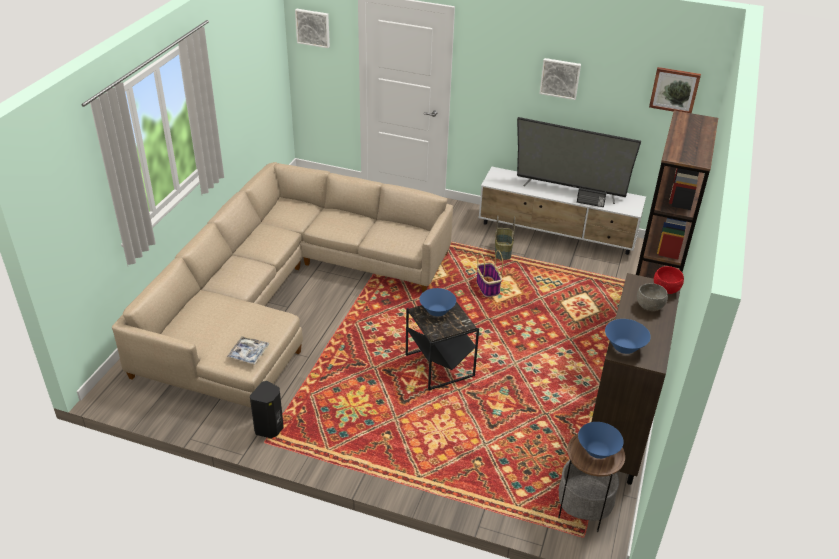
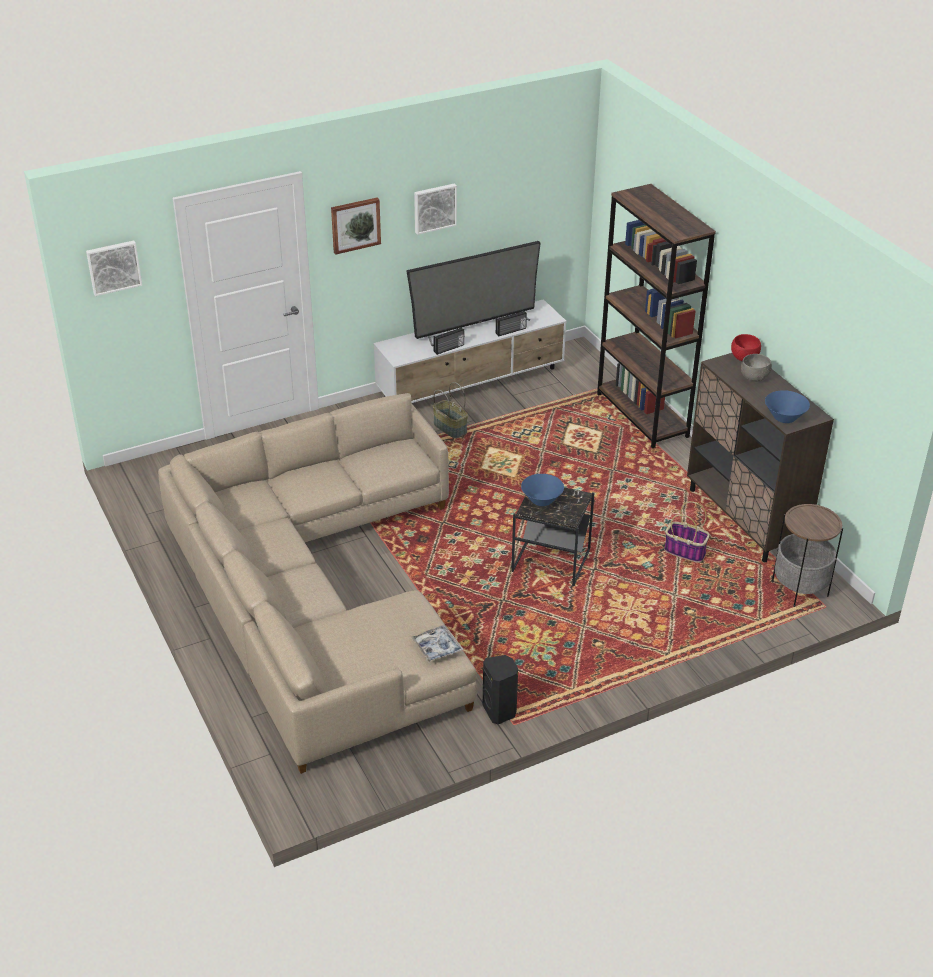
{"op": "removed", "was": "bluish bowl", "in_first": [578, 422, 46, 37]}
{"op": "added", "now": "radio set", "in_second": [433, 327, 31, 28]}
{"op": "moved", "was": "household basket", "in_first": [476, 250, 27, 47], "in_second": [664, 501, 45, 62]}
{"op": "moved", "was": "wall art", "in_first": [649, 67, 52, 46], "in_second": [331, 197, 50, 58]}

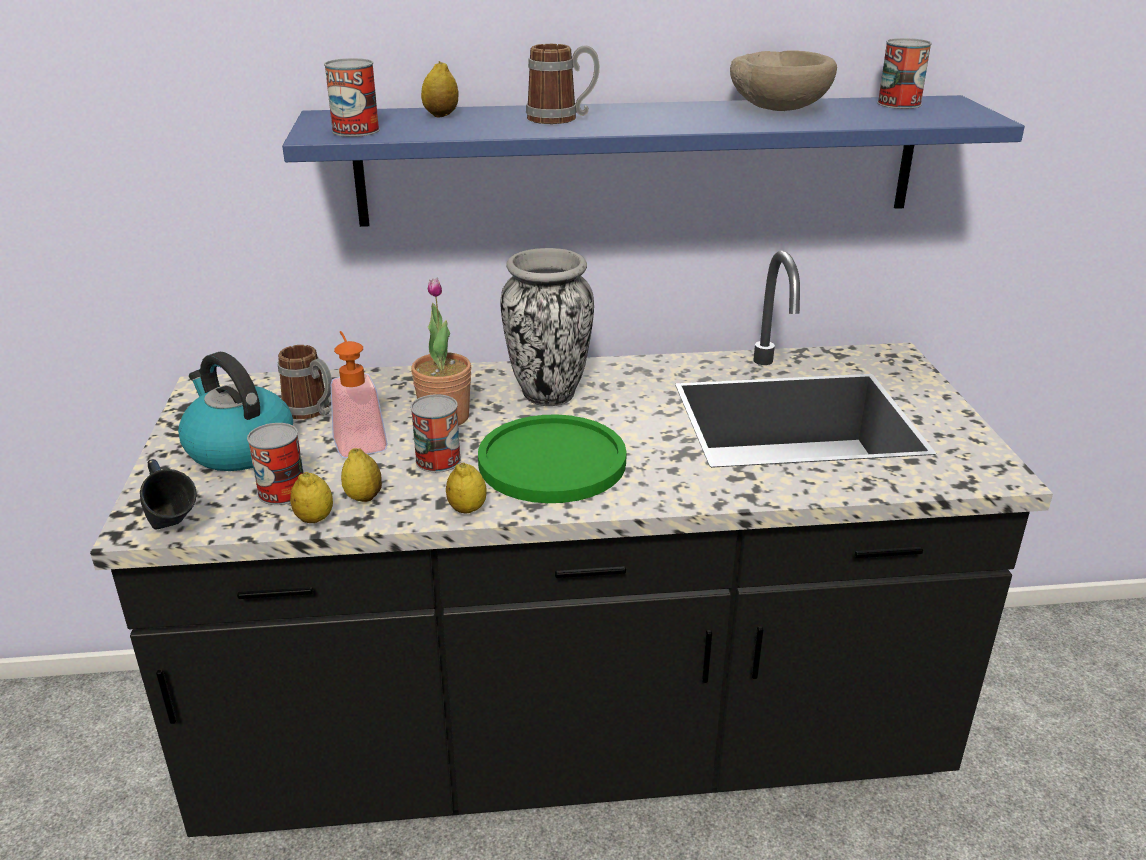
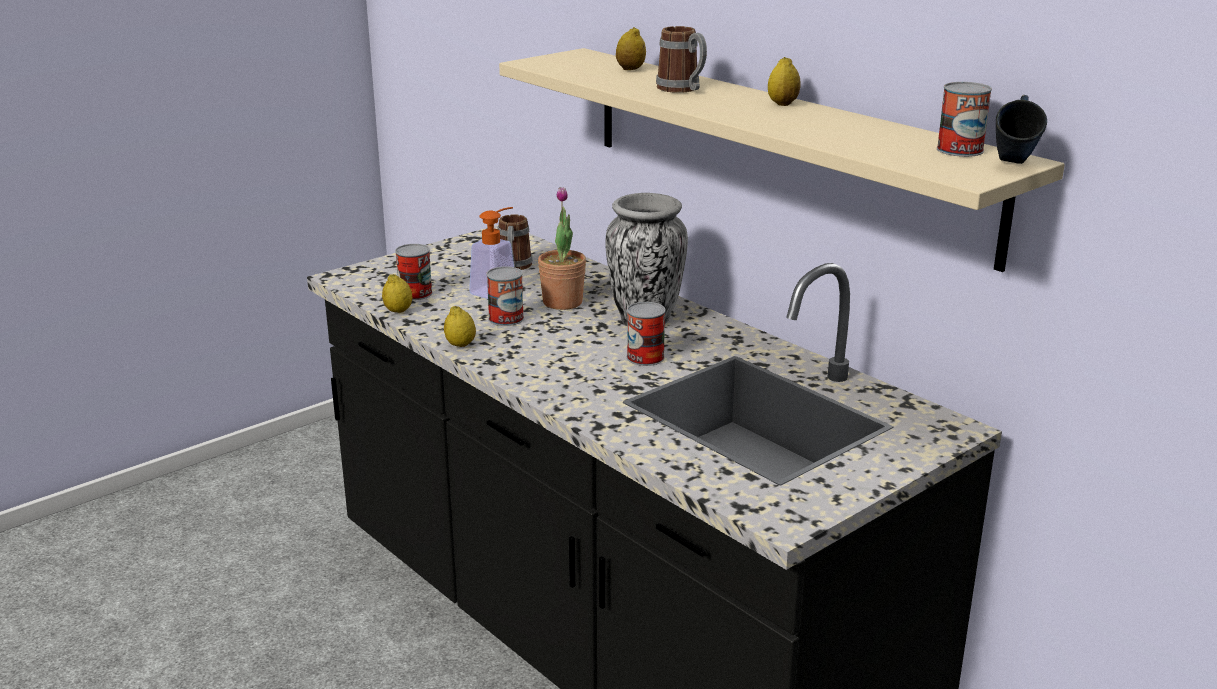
{"op": "removed", "was": "kettle", "in_first": [178, 352, 115, 119]}
{"op": "removed", "was": "green plate", "in_first": [478, 414, 149, 89]}
{"op": "removed", "was": "beige bowl", "in_first": [730, 50, 107, 61]}
{"op": "moved", "was": "bluish mug", "in_first": [140, 459, 57, 70], "in_second": [996, 95, 51, 69]}
{"op": "moved", "was": "sealed can", "in_first": [324, 58, 56, 79], "in_second": [627, 302, 39, 64]}
{"op": "moved", "was": "whole lemon", "in_first": [341, 448, 41, 54], "in_second": [768, 57, 33, 49]}
{"op": "recoloured", "was": "bluish bracket shelf", "now": "beige bracket shelf", "in_first": [282, 95, 743, 132], "in_second": [499, 48, 566, 224]}

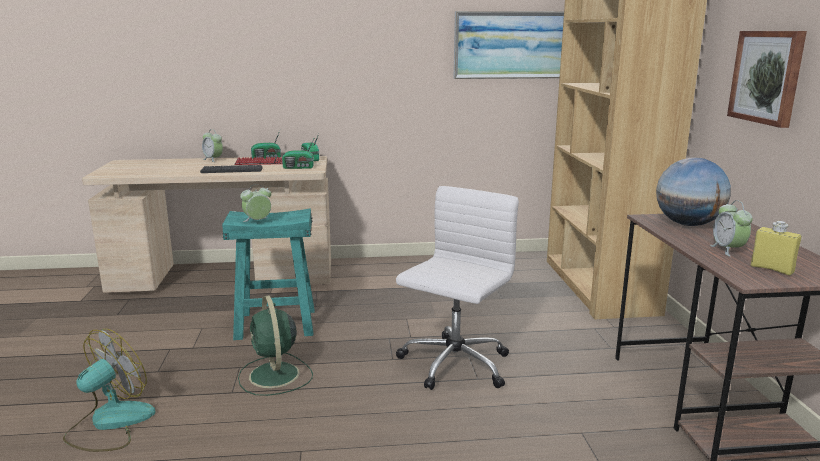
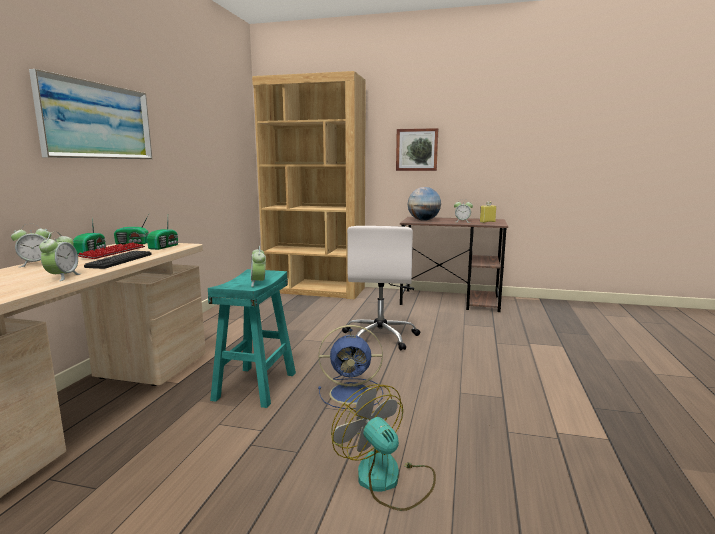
{"op": "added", "now": "alarm clock", "in_second": [39, 232, 42, 49]}
{"op": "moved", "was": "wall art", "in_first": [454, 11, 110, 68], "in_second": [29, 69, 123, 90]}
{"op": "recoloured", "was": "green electric fan", "now": "bluish electric fan", "in_first": [238, 295, 75, 101], "in_second": [318, 325, 65, 84]}
{"op": "turned", "was": "whitish office chair", "in_first": [396, 186, 123, 204], "in_second": [342, 226, 78, 125], "clockwise": -135}

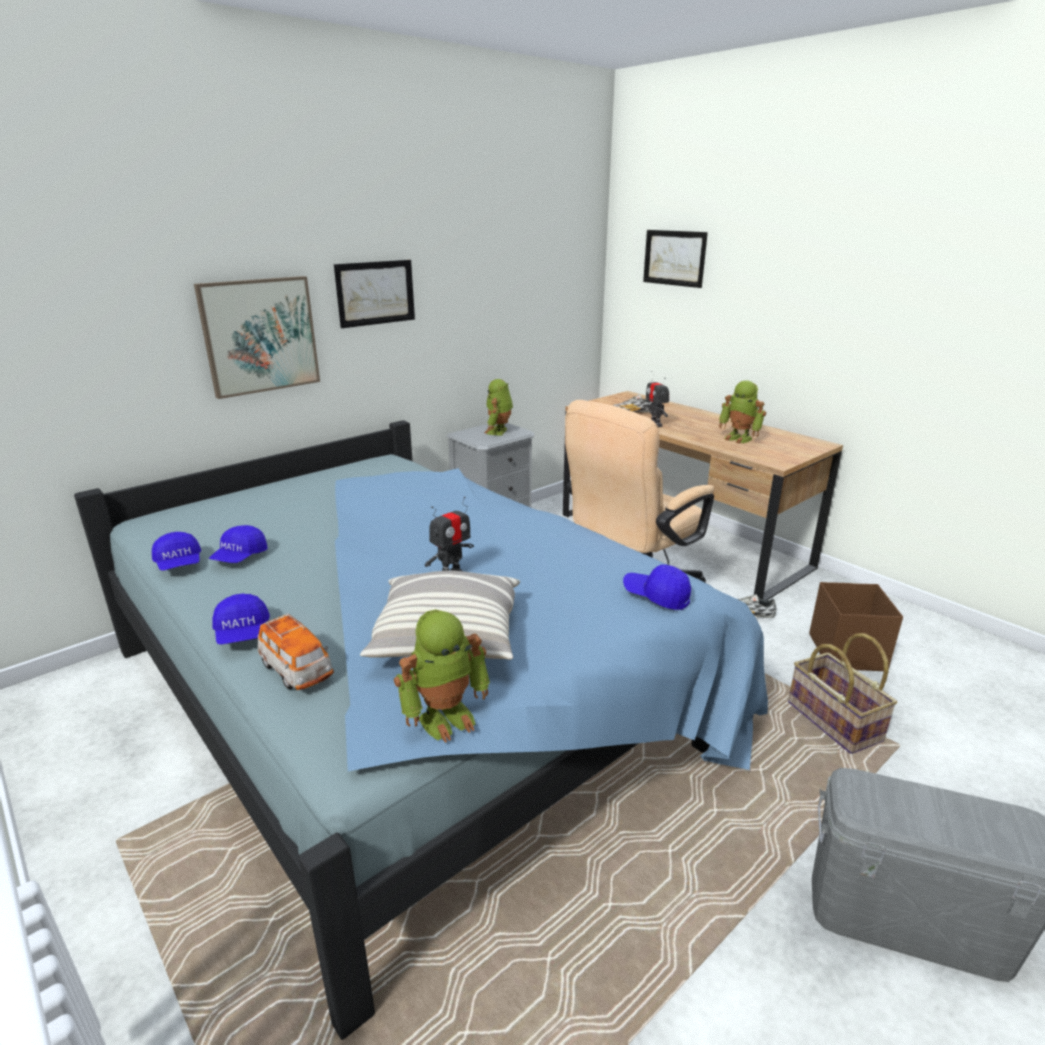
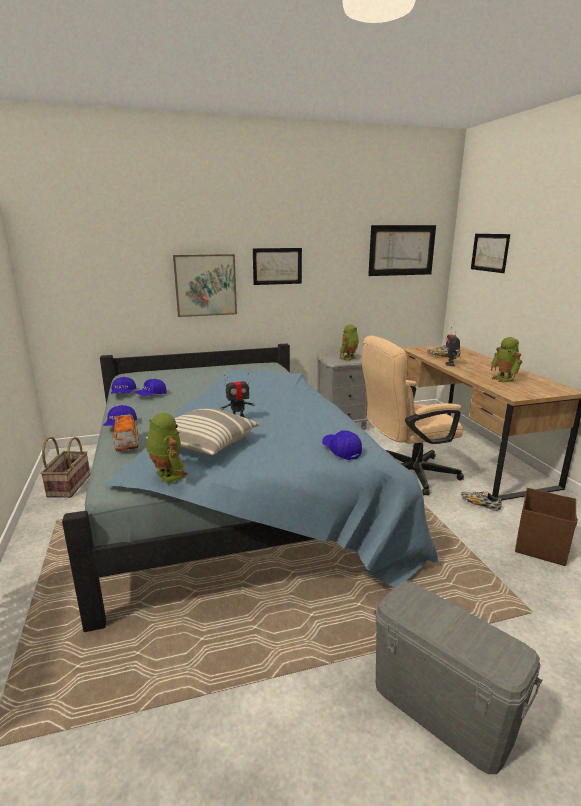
{"op": "added", "now": "wall art", "in_second": [368, 225, 68, 51]}
{"op": "moved", "was": "household basket", "in_first": [788, 633, 109, 121], "in_second": [41, 437, 49, 61]}
{"op": "turned", "was": "model robot", "in_first": [394, 610, 96, 133], "in_second": [146, 413, 42, 70], "clockwise": -120}

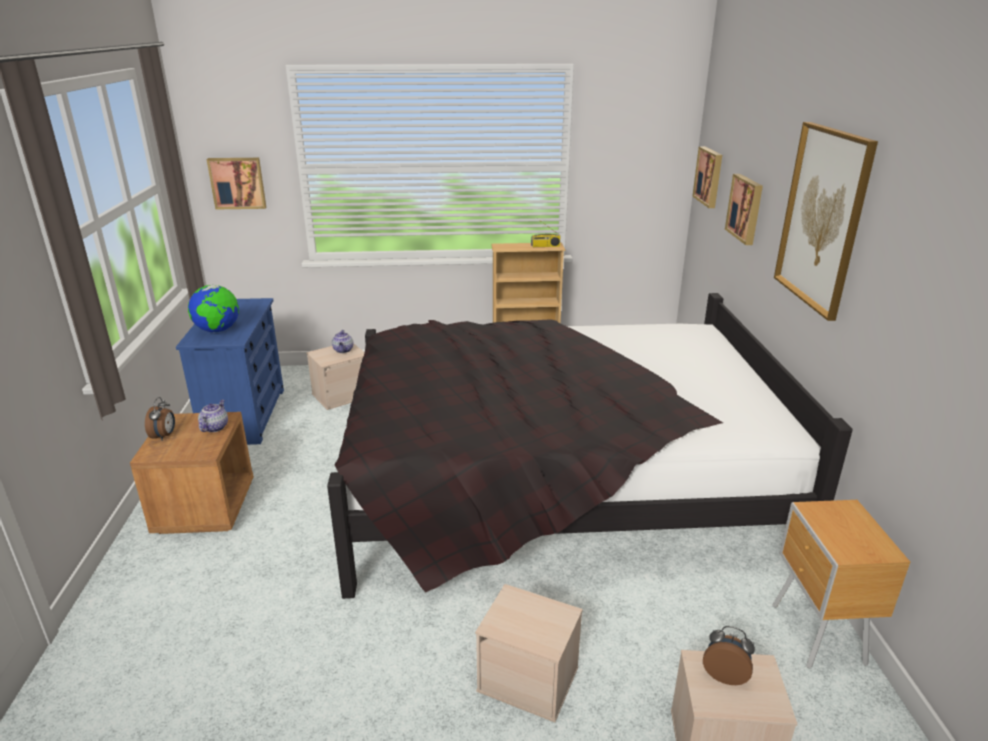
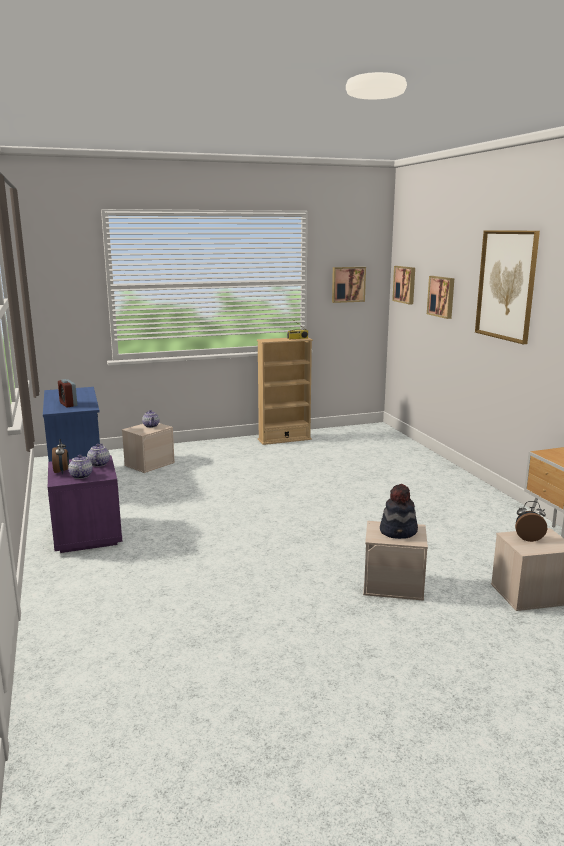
{"op": "removed", "was": "blackish bedroom bed", "in_first": [327, 293, 526, 306]}
{"op": "added", "now": "tea pot", "in_second": [68, 455, 25, 24]}
{"op": "added", "now": "clothing hat", "in_second": [380, 484, 38, 55]}
{"op": "moved", "was": "wall art", "in_first": [207, 158, 59, 51], "in_second": [332, 267, 34, 36]}
{"op": "replaced", "was": "globe", "now": "alarm clock", "in_first": [188, 285, 51, 47], "in_second": [58, 379, 19, 28]}
{"op": "recoloured", "was": "brown-coloured night table", "now": "purplish night table", "in_first": [130, 412, 124, 122], "in_second": [48, 455, 75, 98]}

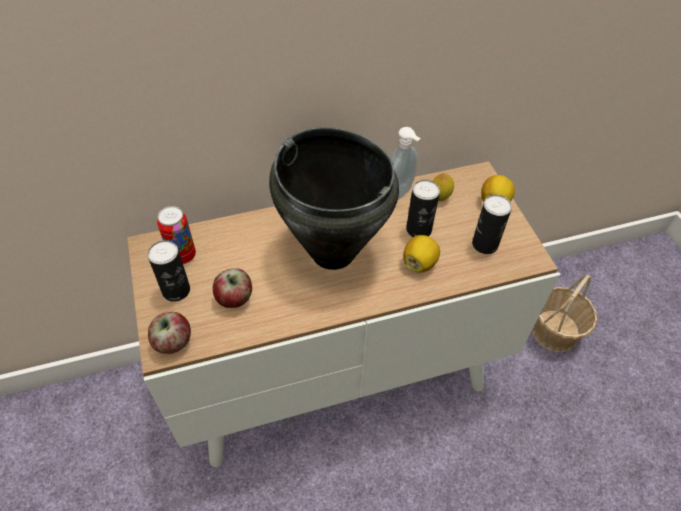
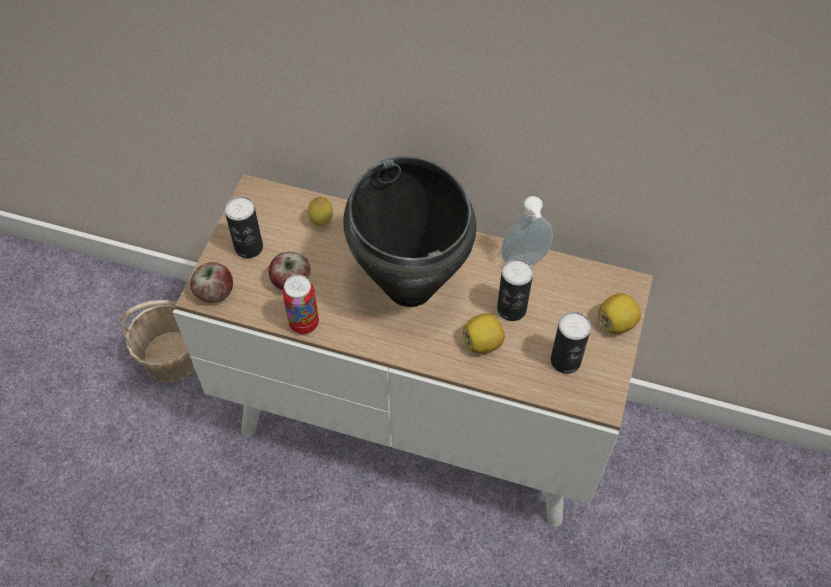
{"op": "moved", "was": "sealed can", "in_first": [157, 206, 39, 58], "in_second": [283, 275, 36, 59]}
{"op": "moved", "was": "whole lemon", "in_first": [433, 173, 21, 28], "in_second": [308, 197, 25, 30]}
{"op": "moved", "was": "household basket", "in_first": [532, 274, 65, 79], "in_second": [120, 300, 75, 83]}

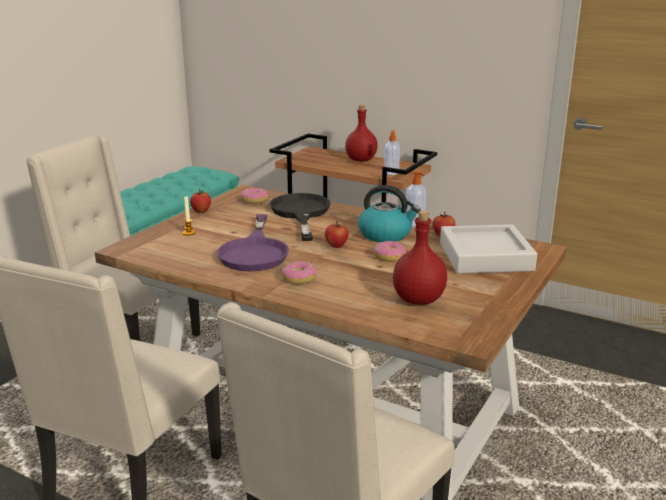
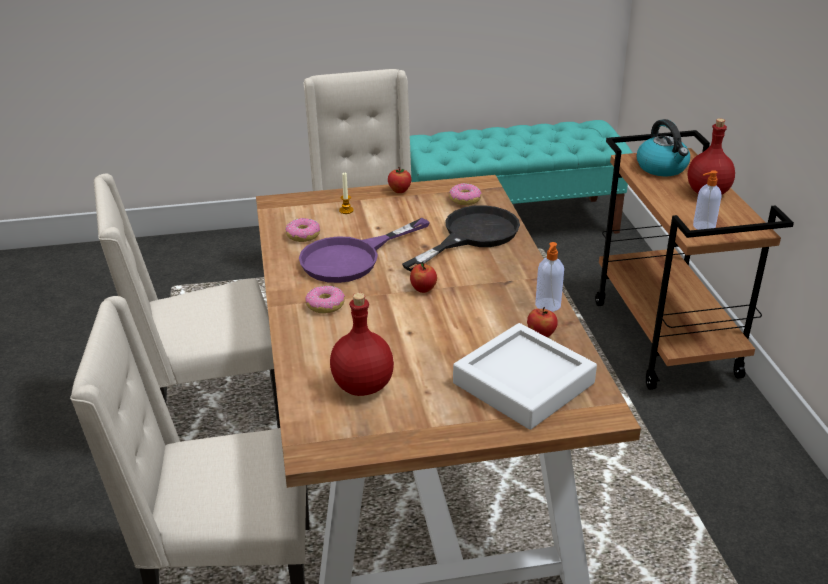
{"op": "moved", "was": "kettle", "in_first": [358, 185, 63, 57], "in_second": [637, 119, 53, 57]}
{"op": "moved", "was": "doughnut", "in_first": [373, 241, 33, 21], "in_second": [285, 218, 35, 24]}

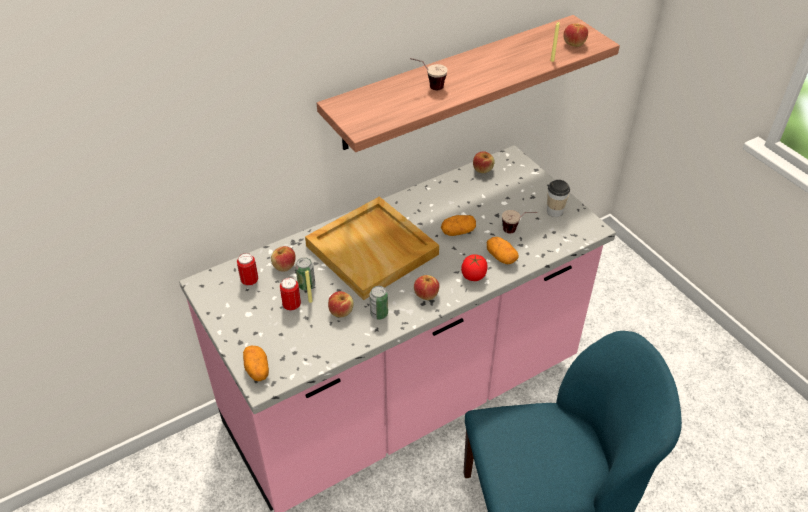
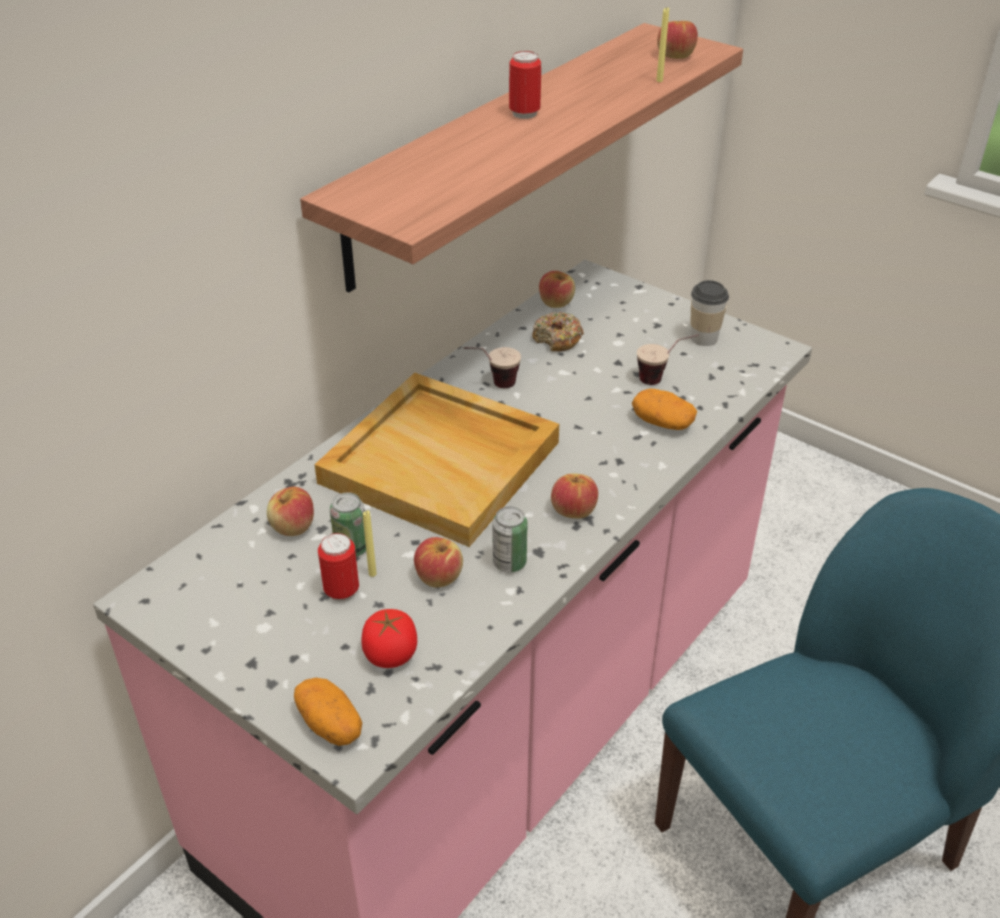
{"op": "removed", "was": "potato", "in_first": [441, 215, 35, 21]}
{"op": "added", "now": "doughnut", "in_second": [532, 312, 52, 40]}
{"op": "moved", "was": "sealed can", "in_first": [237, 253, 21, 34], "in_second": [509, 51, 32, 68]}
{"op": "moved", "was": "drinking cup", "in_first": [410, 58, 38, 32], "in_second": [463, 347, 58, 41]}
{"op": "moved", "was": "fresh tomato", "in_first": [461, 254, 26, 27], "in_second": [361, 609, 56, 59]}

